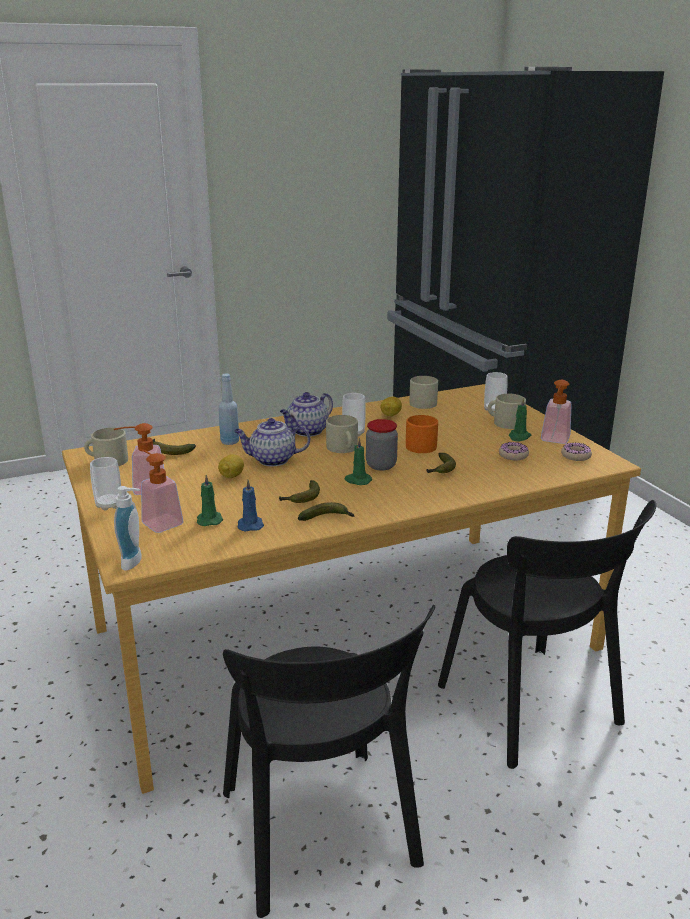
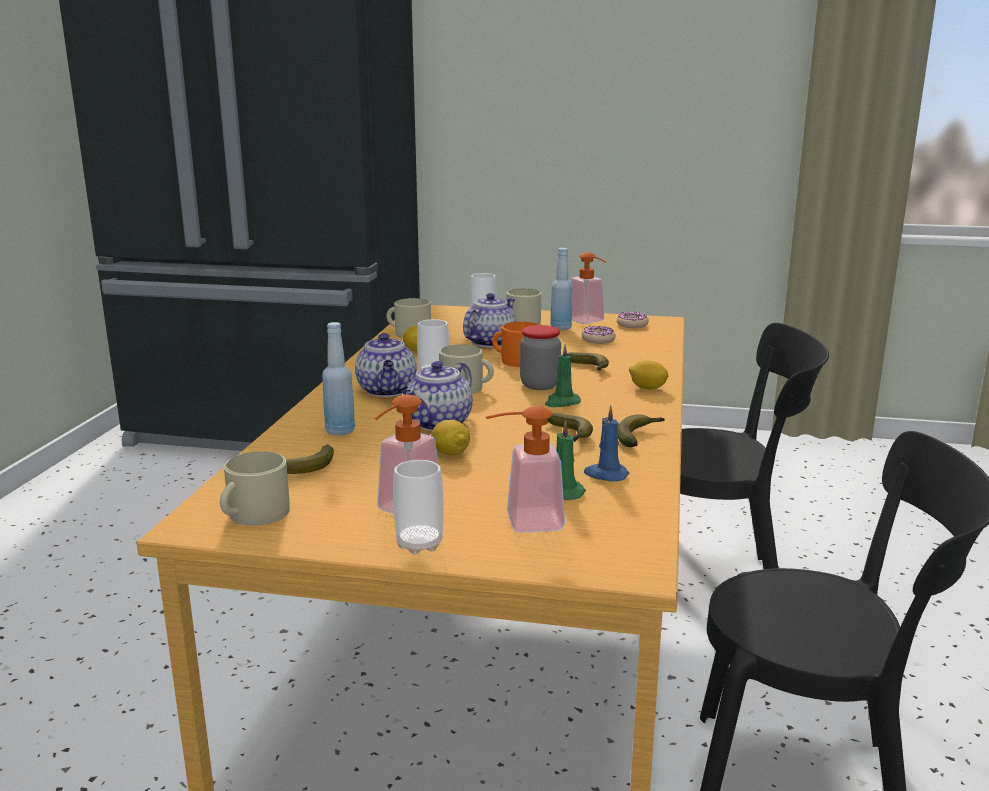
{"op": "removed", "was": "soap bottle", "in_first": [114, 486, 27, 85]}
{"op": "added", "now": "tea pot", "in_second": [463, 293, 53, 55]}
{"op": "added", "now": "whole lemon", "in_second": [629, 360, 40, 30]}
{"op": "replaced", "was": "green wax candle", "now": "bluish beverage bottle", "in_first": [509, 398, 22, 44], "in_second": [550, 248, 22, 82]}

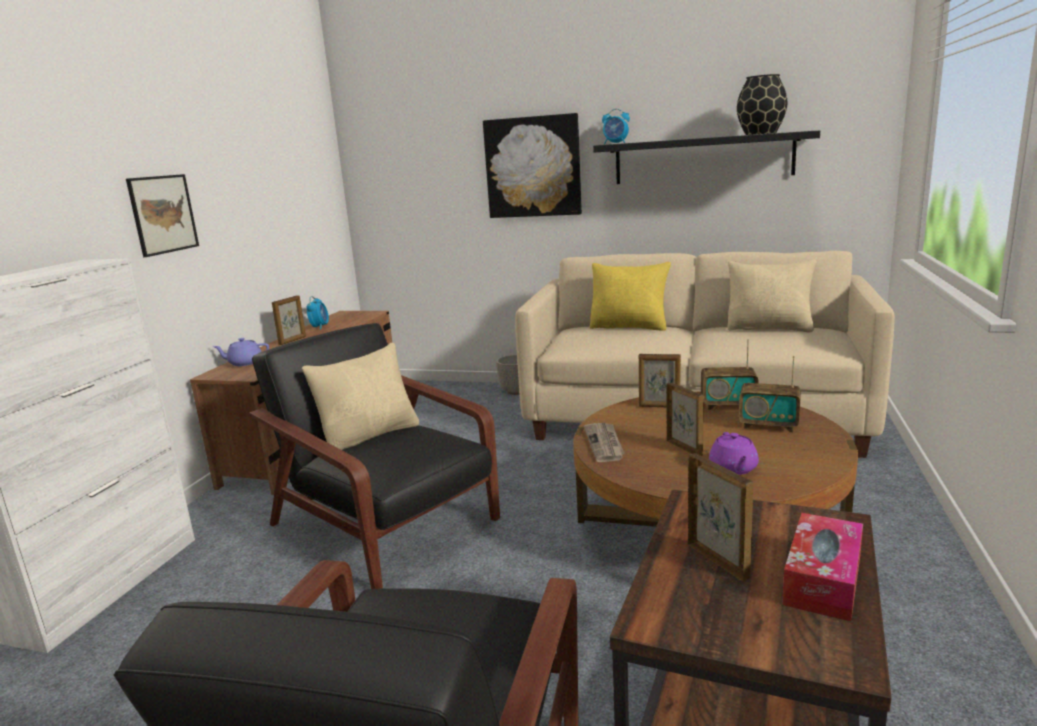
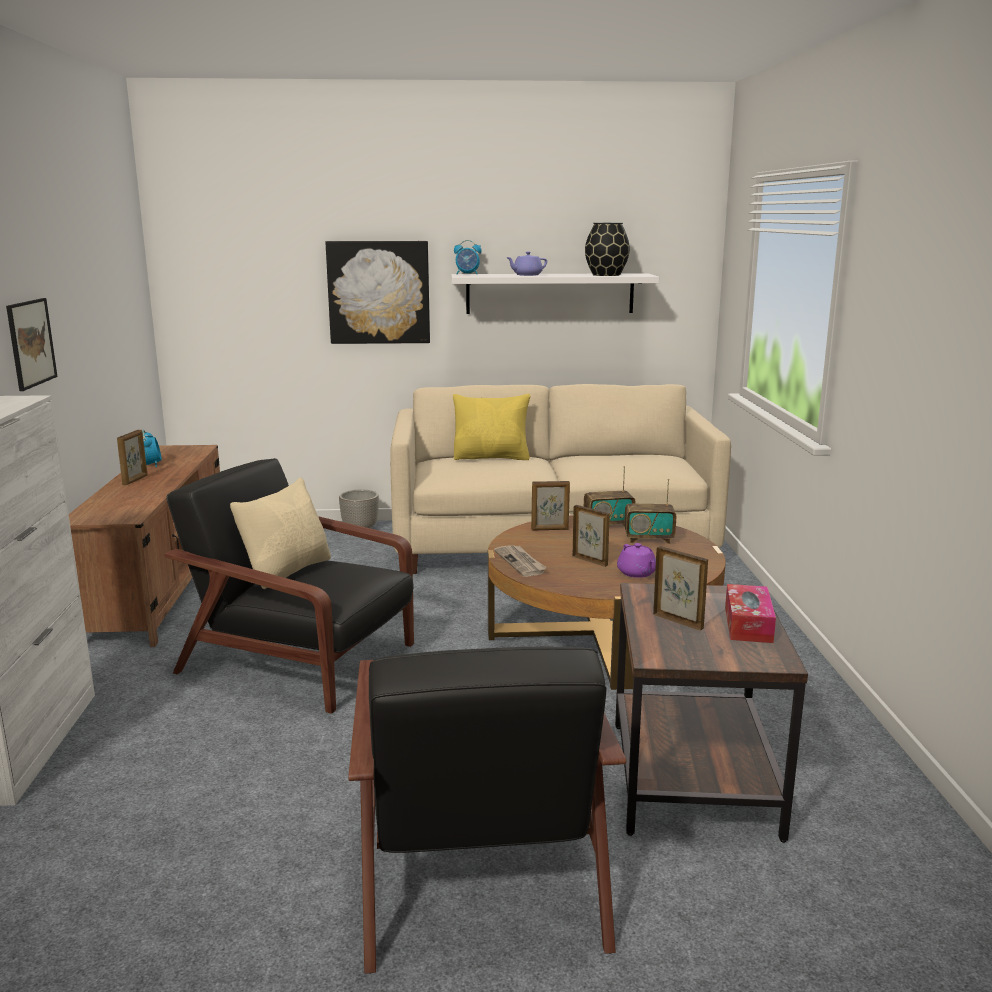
{"op": "removed", "was": "beige cushion", "in_first": [727, 259, 89, 73]}
{"op": "moved", "was": "purplish tea pot", "in_first": [213, 338, 56, 28], "in_second": [506, 252, 41, 24]}
{"op": "recoloured", "was": "blackish bracket shelf", "now": "whitish bracket shelf", "in_first": [593, 131, 227, 53], "in_second": [451, 273, 208, 41]}

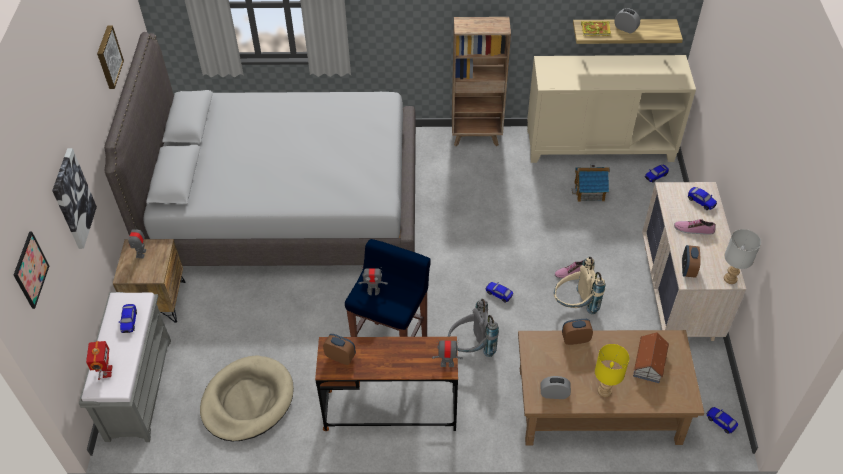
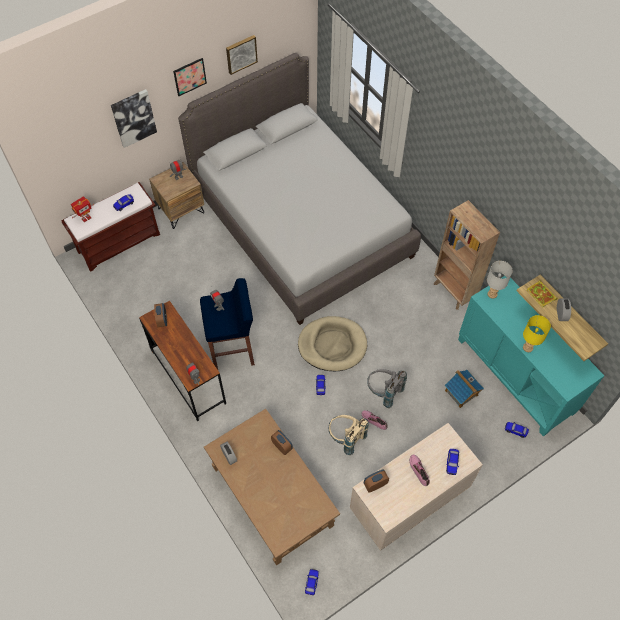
{"op": "removed", "was": "toy house", "in_first": [633, 332, 36, 51]}
{"op": "moved", "was": "wall art", "in_first": [14, 231, 35, 78], "in_second": [173, 58, 34, 38]}
{"op": "moved", "was": "beige dog cushion", "in_first": [200, 355, 94, 86], "in_second": [298, 316, 69, 55]}
{"op": "moved", "was": "gray backpack", "in_first": [448, 299, 51, 58], "in_second": [367, 369, 40, 39]}
{"op": "moved", "was": "yellowish table lamp", "in_first": [595, 344, 34, 53], "in_second": [523, 315, 28, 37]}
{"op": "moved", "was": "gray table lamp", "in_first": [724, 229, 37, 55], "in_second": [487, 261, 26, 38]}
{"op": "recoloured", "was": "gray bench", "now": "brown-coloured bench", "in_first": [79, 292, 92, 150], "in_second": [61, 182, 99, 90]}
{"op": "recoloured", "was": "beige cabinet", "now": "blue-green cabinet", "in_first": [527, 55, 169, 108], "in_second": [458, 276, 146, 160]}

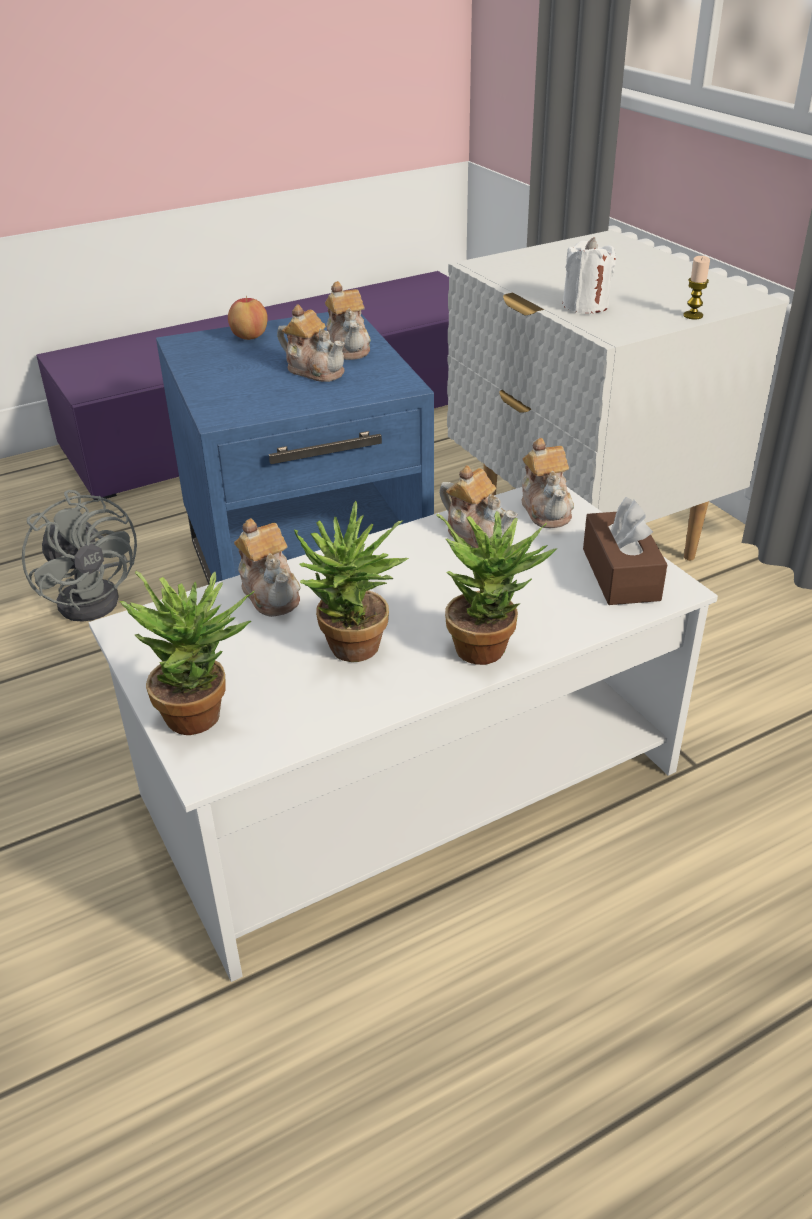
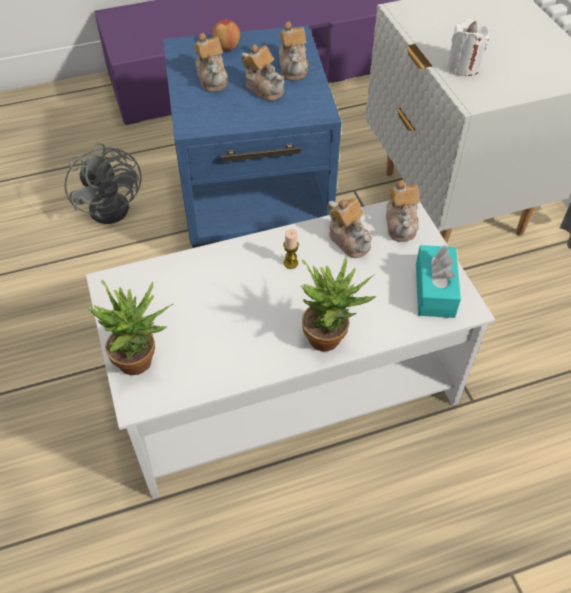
{"op": "removed", "was": "houseplant", "in_first": [294, 501, 115, 161]}
{"op": "moved", "was": "tea pot", "in_first": [234, 518, 66, 99], "in_second": [194, 33, 34, 59]}
{"op": "moved", "was": "wax candle", "in_first": [683, 256, 27, 63], "in_second": [283, 229, 16, 40]}
{"op": "recoloured", "was": "brown-coloured tissue holder", "now": "blue-green tissue holder", "in_first": [583, 497, 84, 108], "in_second": [416, 244, 45, 74]}

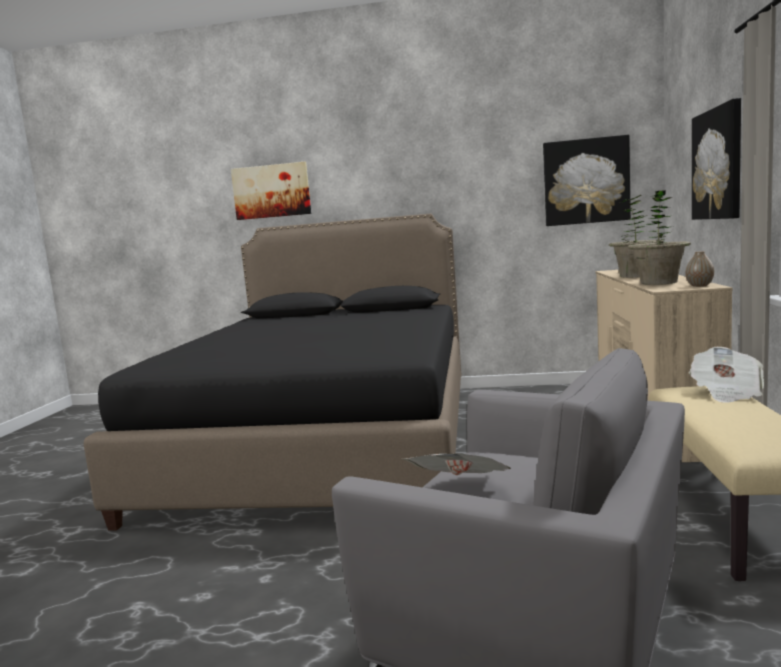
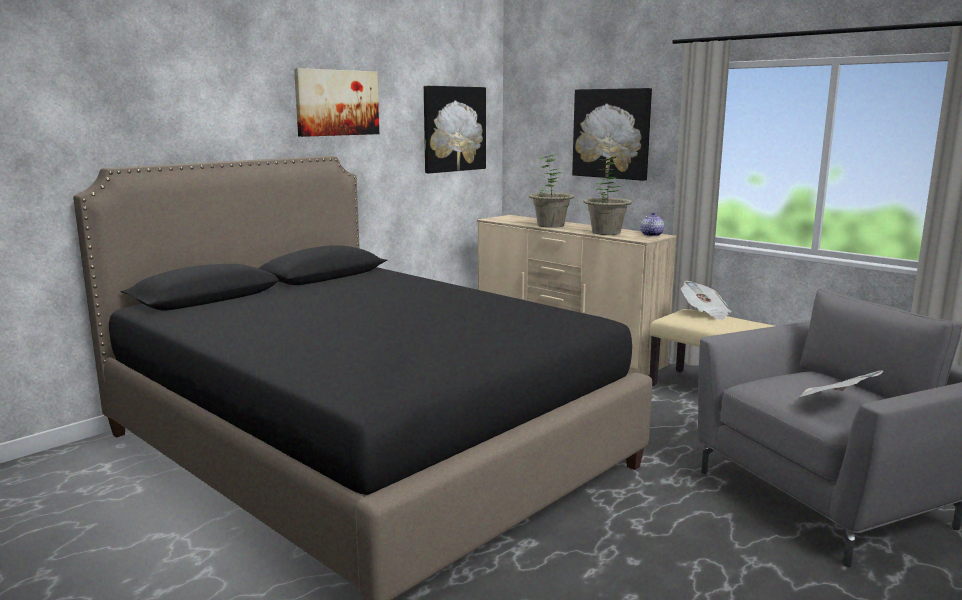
{"op": "moved", "was": "wall art", "in_first": [231, 162, 80, 58], "in_second": [294, 68, 85, 69]}
{"op": "replaced", "was": "flower vase", "now": "tea pot", "in_first": [685, 251, 29, 36], "in_second": [640, 212, 24, 24]}

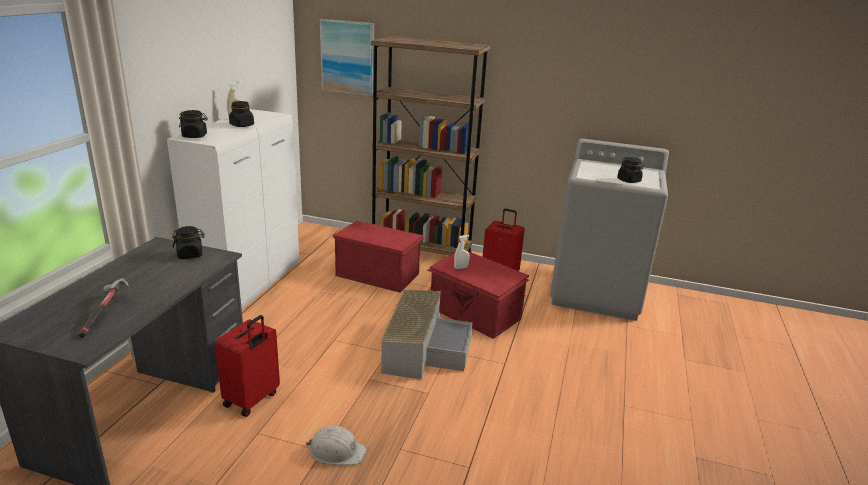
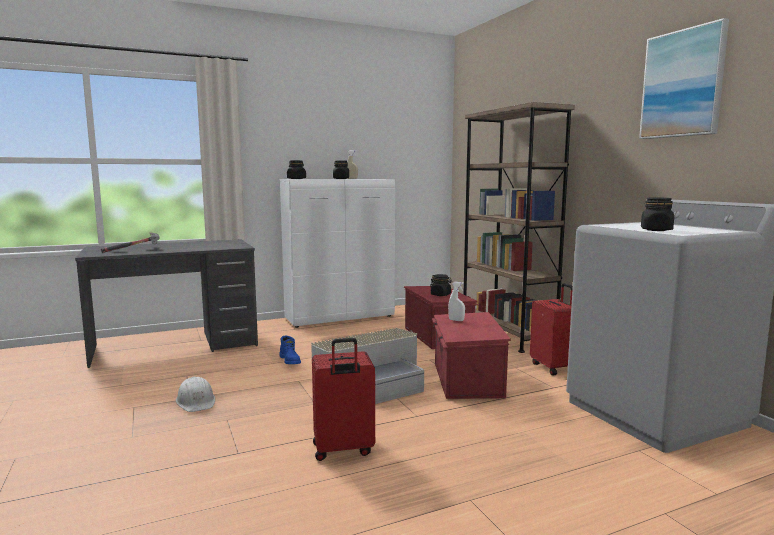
{"op": "added", "now": "bluish tall boot", "in_second": [279, 336, 22, 28]}
{"op": "moved", "was": "blackish preserve jar", "in_first": [172, 226, 33, 33], "in_second": [430, 274, 22, 22]}
{"op": "moved", "was": "red piece of luggage", "in_first": [215, 315, 65, 102], "in_second": [312, 338, 63, 123]}
{"op": "moved", "was": "wall art", "in_first": [320, 19, 54, 77], "in_second": [639, 18, 90, 121]}

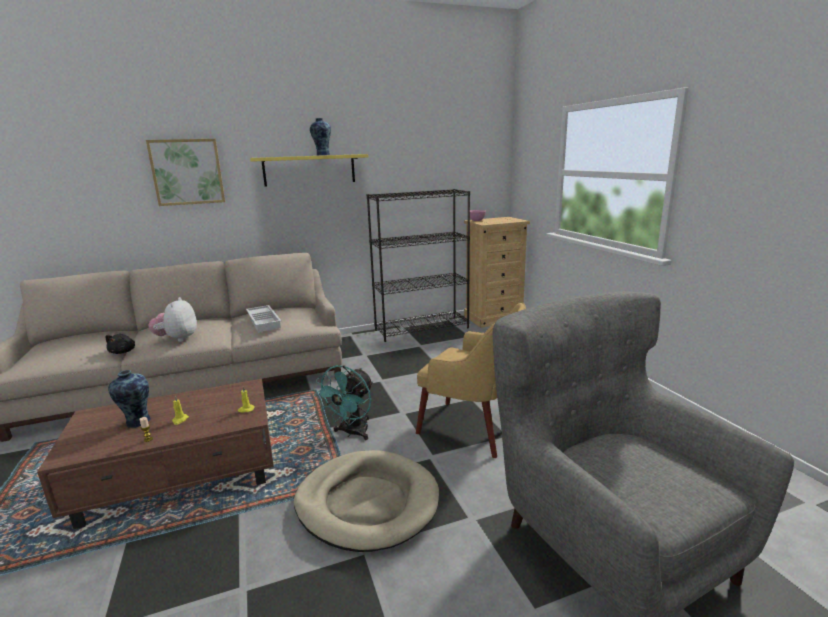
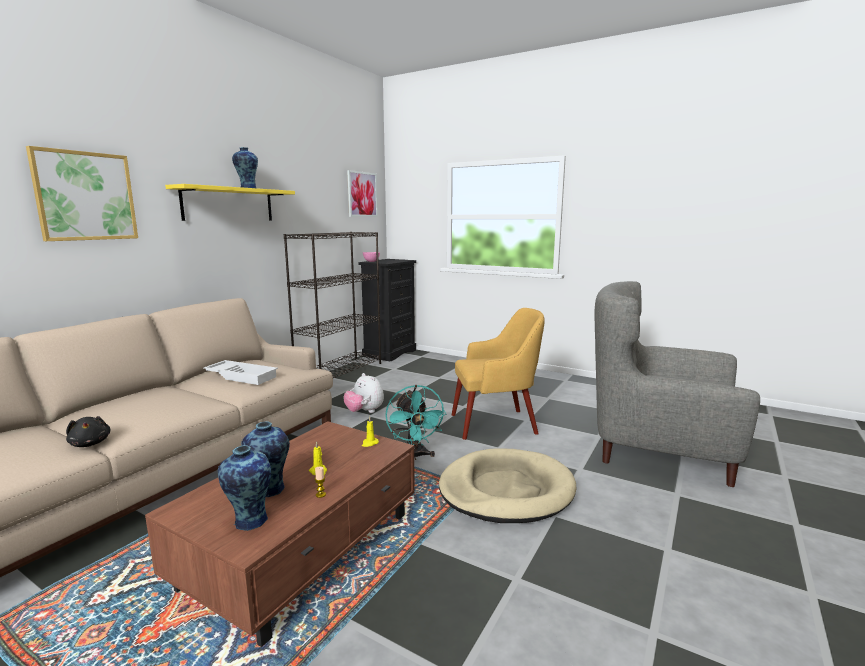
{"op": "added", "now": "flower vase", "in_second": [218, 445, 53, 86]}
{"op": "added", "now": "wall art", "in_second": [347, 170, 31, 47]}
{"op": "moved", "was": "cuddly toy", "in_first": [149, 297, 48, 45], "in_second": [344, 373, 40, 40]}
{"op": "recoloured", "was": "beige dresser", "now": "blackish dresser", "in_first": [464, 217, 66, 111], "in_second": [358, 259, 58, 103]}

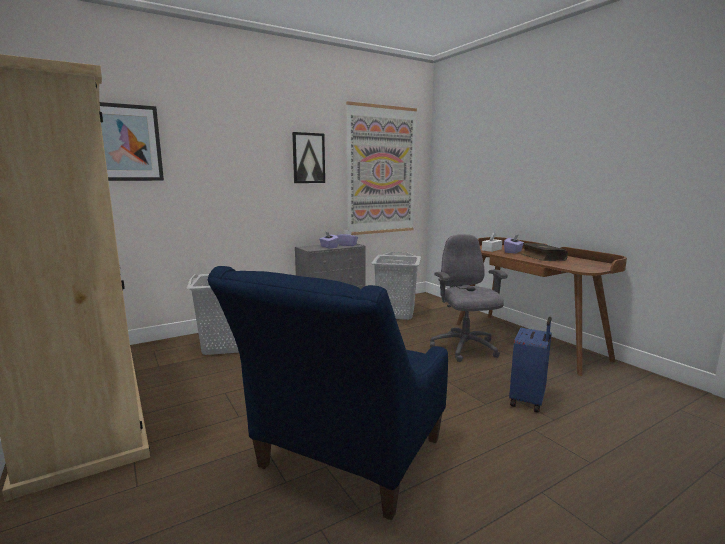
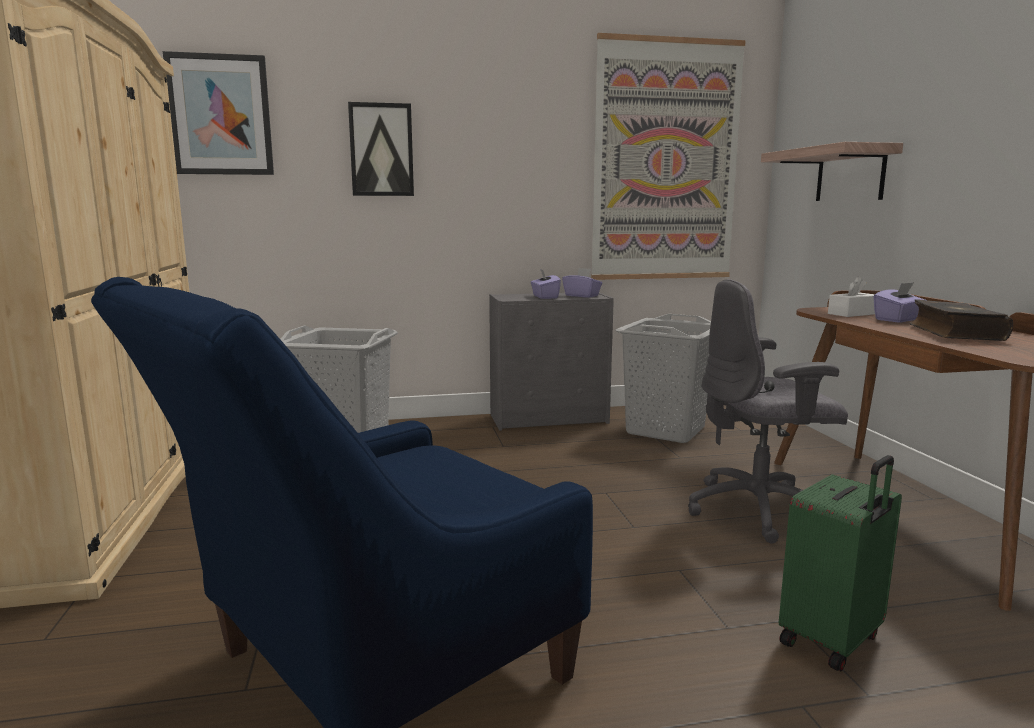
{"op": "added", "now": "bracket shelf", "in_second": [761, 142, 142, 59]}
{"op": "moved", "was": "wall art", "in_first": [292, 132, 33, 51], "in_second": [348, 102, 66, 94]}
{"op": "recoloured", "was": "bluish piece of luggage", "now": "green piece of luggage", "in_first": [509, 317, 43, 96], "in_second": [779, 455, 123, 216]}
{"op": "turned", "was": "gray office chair", "in_first": [430, 234, 77, 128], "in_second": [688, 279, 160, 264], "clockwise": -105}

